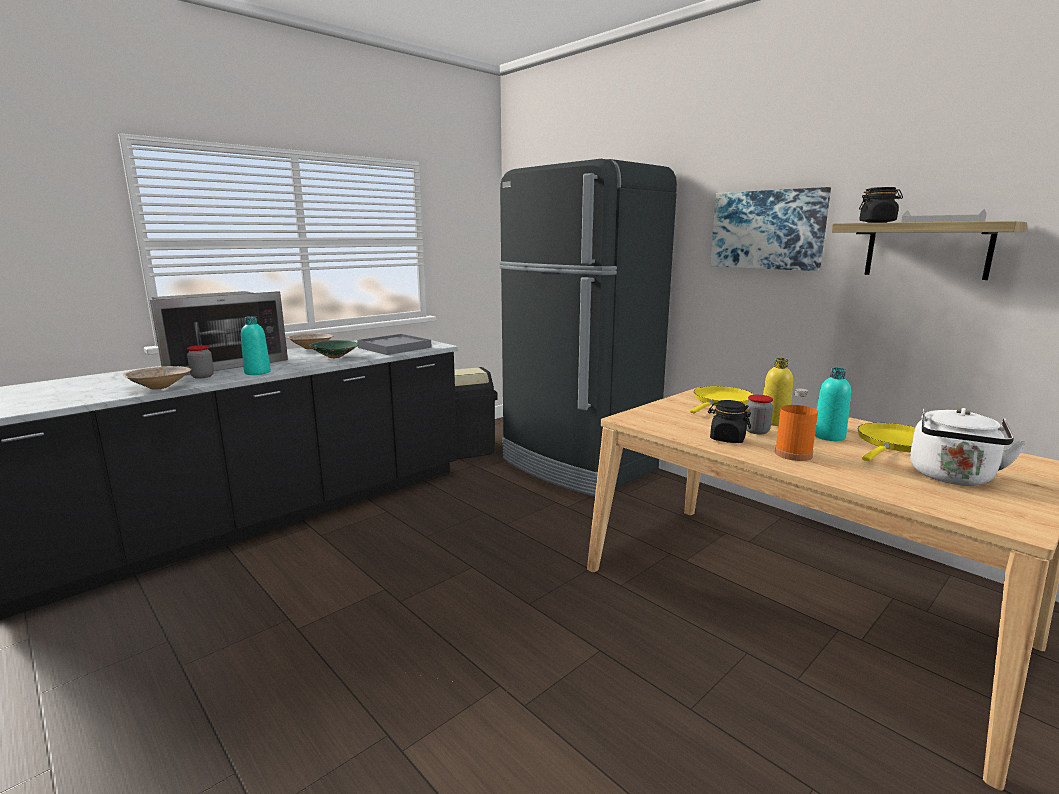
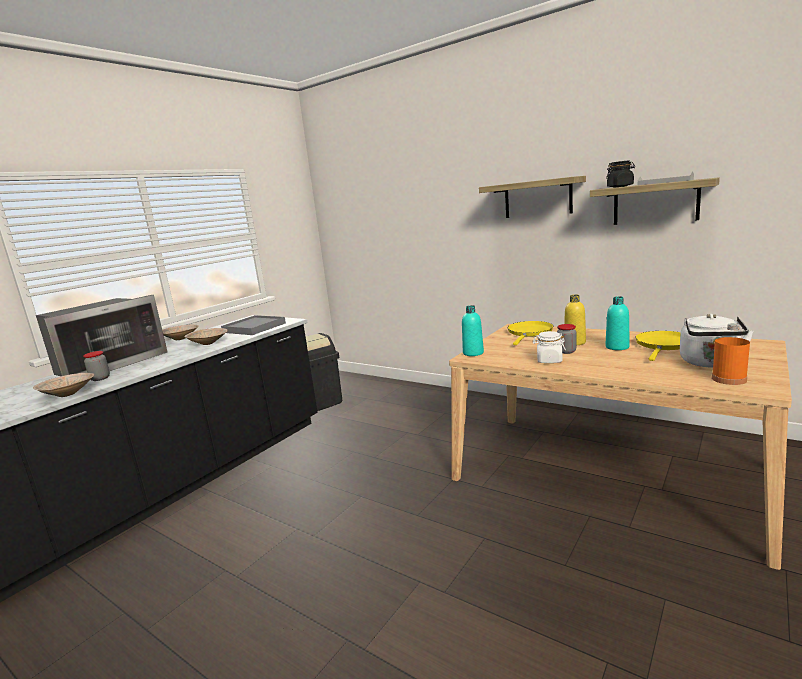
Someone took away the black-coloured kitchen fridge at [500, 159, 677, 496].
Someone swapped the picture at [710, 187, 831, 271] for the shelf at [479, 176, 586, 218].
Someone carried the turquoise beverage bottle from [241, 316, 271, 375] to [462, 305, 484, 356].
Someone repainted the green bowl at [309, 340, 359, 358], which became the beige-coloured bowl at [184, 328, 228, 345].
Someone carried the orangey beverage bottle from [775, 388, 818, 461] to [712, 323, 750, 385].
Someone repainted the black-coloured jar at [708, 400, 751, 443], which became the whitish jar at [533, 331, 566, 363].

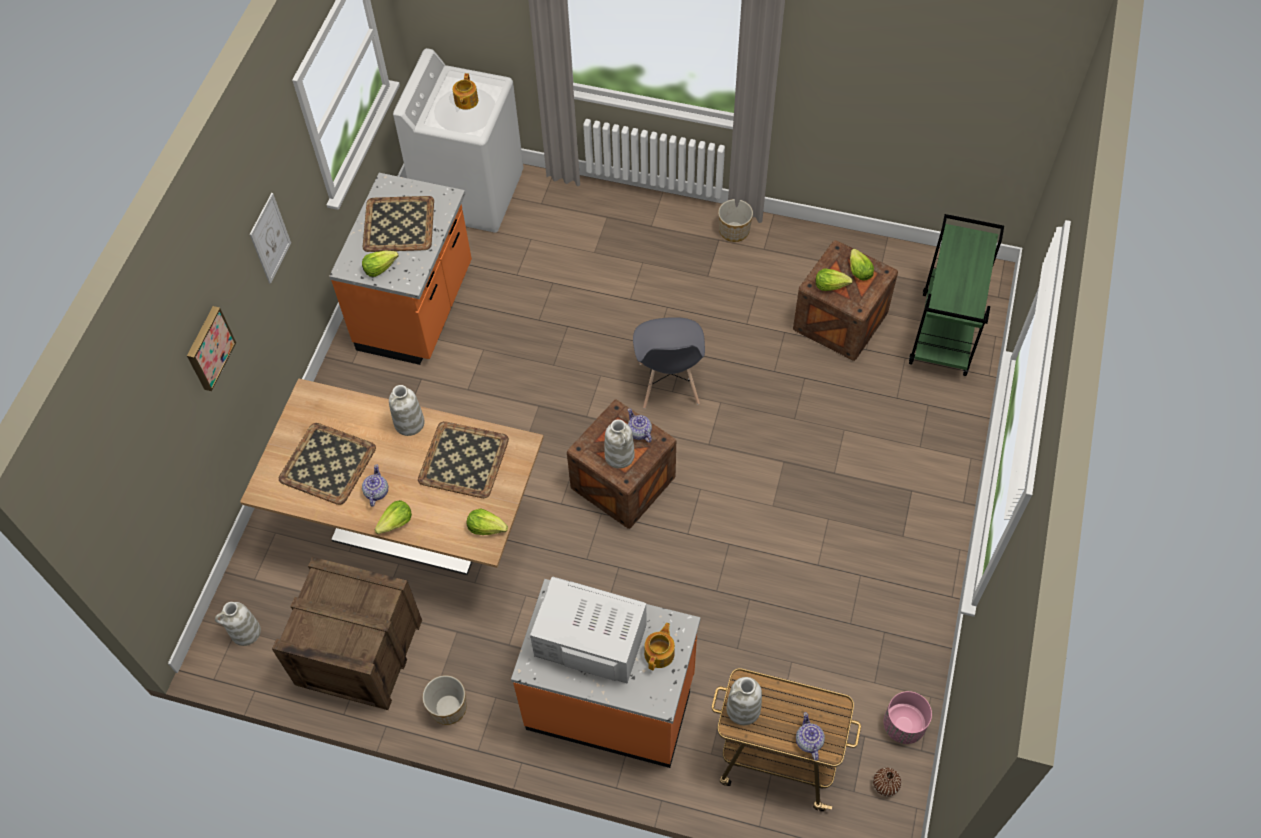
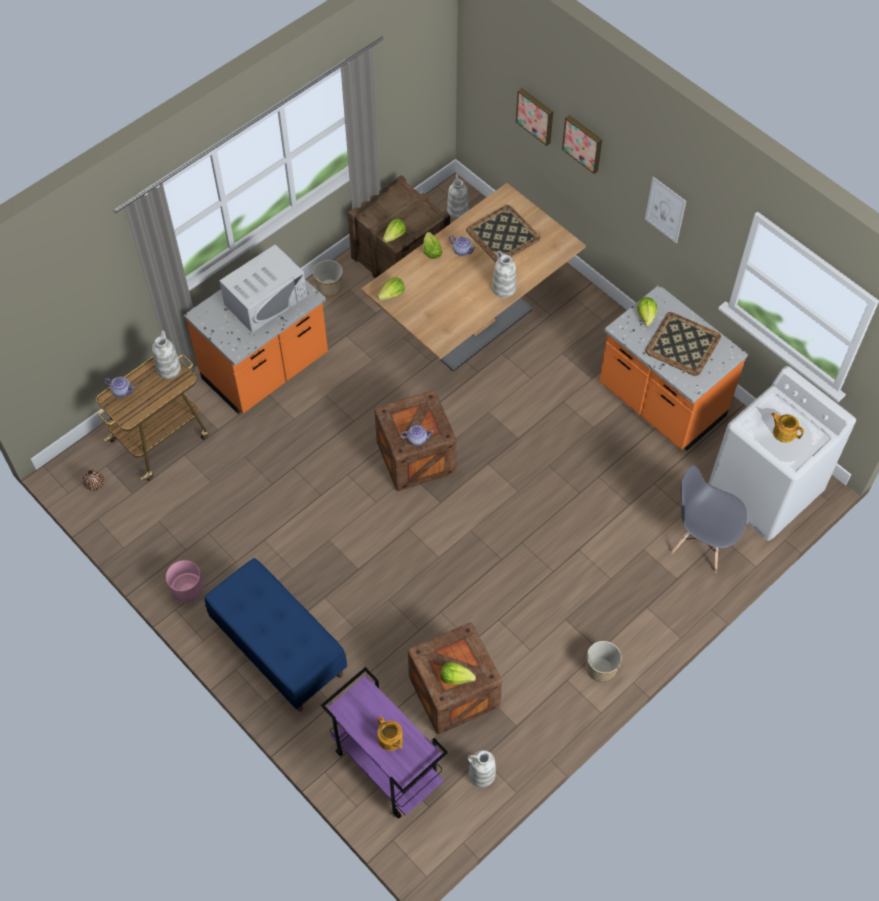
Someone repainted the green cart at [909, 214, 1004, 376], which became the purple cart at [321, 667, 448, 818].
Someone carried the lettuce from [816, 268, 853, 291] to [382, 219, 406, 243].
Someone carried the gray chair from [633, 317, 705, 409] to [670, 465, 747, 573].
Someone carried the whitish decorative vase from [604, 419, 635, 469] to [467, 750, 496, 787].
Someone took away the tray at [418, 421, 509, 498].
Someone carried the tea pot from [644, 623, 675, 670] to [377, 716, 403, 751].
Someone carried the pink flower pot from [883, 691, 932, 744] to [166, 560, 204, 603].
Someone put up the picture at [516, 88, 553, 146].
Someone put down the bluish bench at [204, 558, 347, 712].

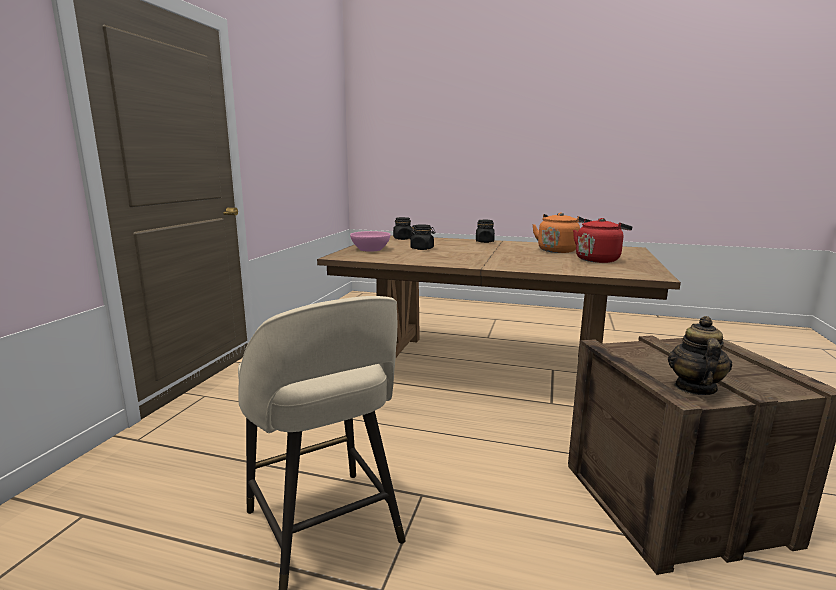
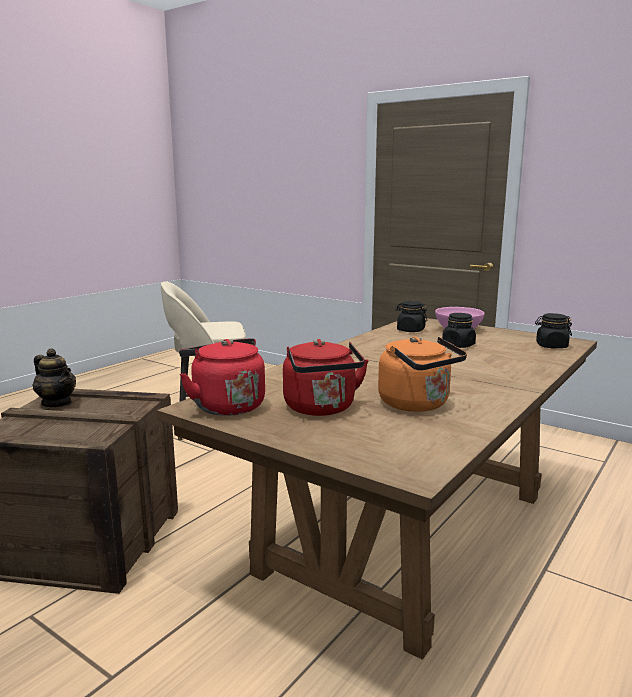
Someone carried the black-coloured jar from [476, 220, 495, 243] to [396, 301, 427, 332].
Someone put down the red water kettle at [179, 338, 265, 416].

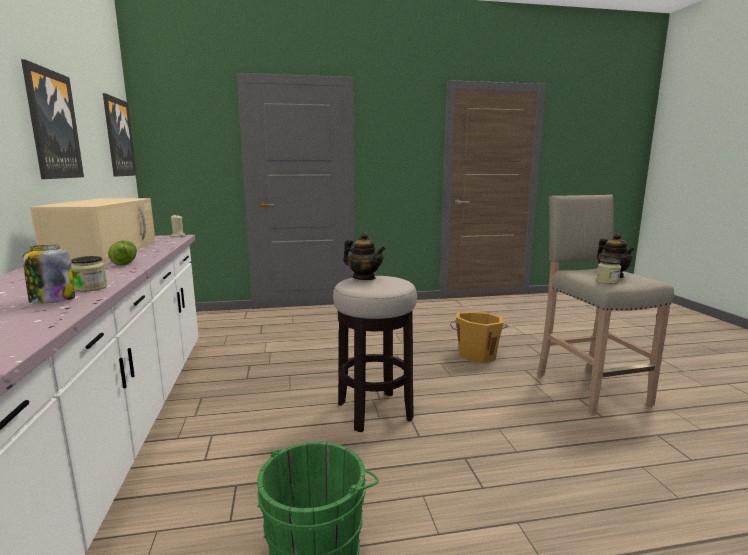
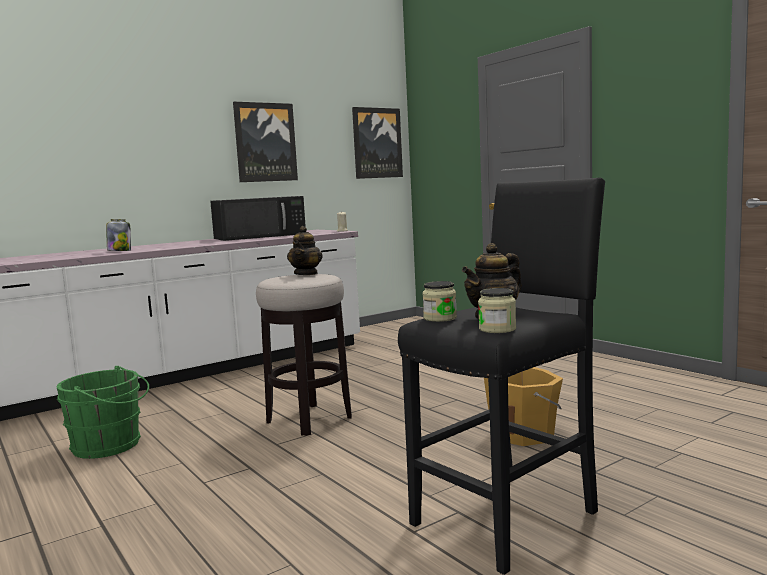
Someone repainted the beige-coloured sitting stool at [538, 195, 674, 415], which became the black-coloured sitting stool at [398, 178, 605, 575].
Someone repainted the beige-coloured microwave oven at [30, 198, 156, 262], which became the black-coloured microwave oven at [210, 196, 306, 241].
Someone took away the lettuce at [108, 240, 137, 265].
Someone carried the jar from [71, 256, 108, 292] to [478, 288, 516, 333].

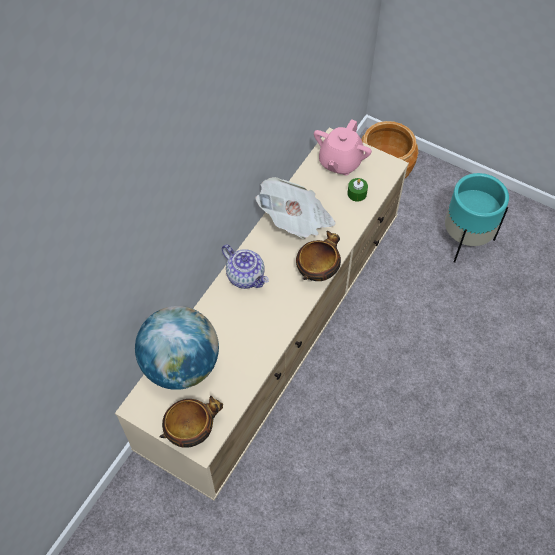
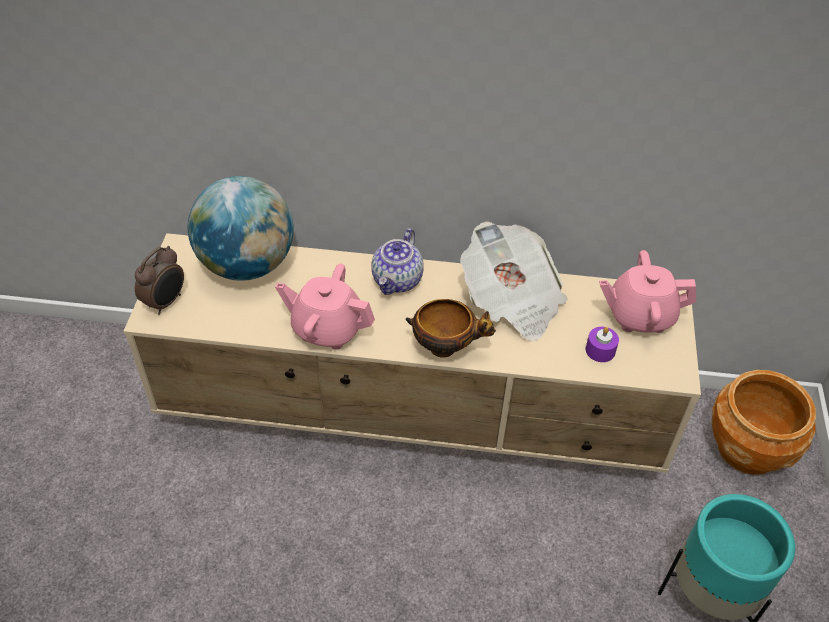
Someone repainted the green candle at [347, 178, 368, 202], which became the purple candle at [586, 327, 619, 362].
Someone swapped the bowl at [159, 396, 223, 448] for the alarm clock at [135, 246, 184, 315].
Someone put down the pink tea pot at [275, 264, 375, 350].

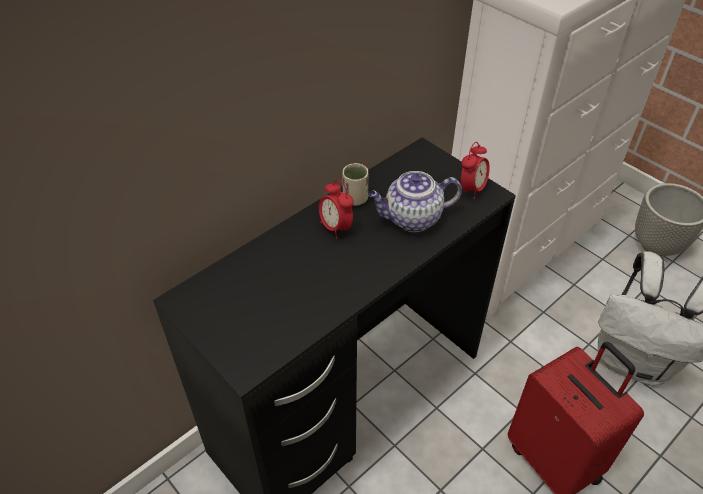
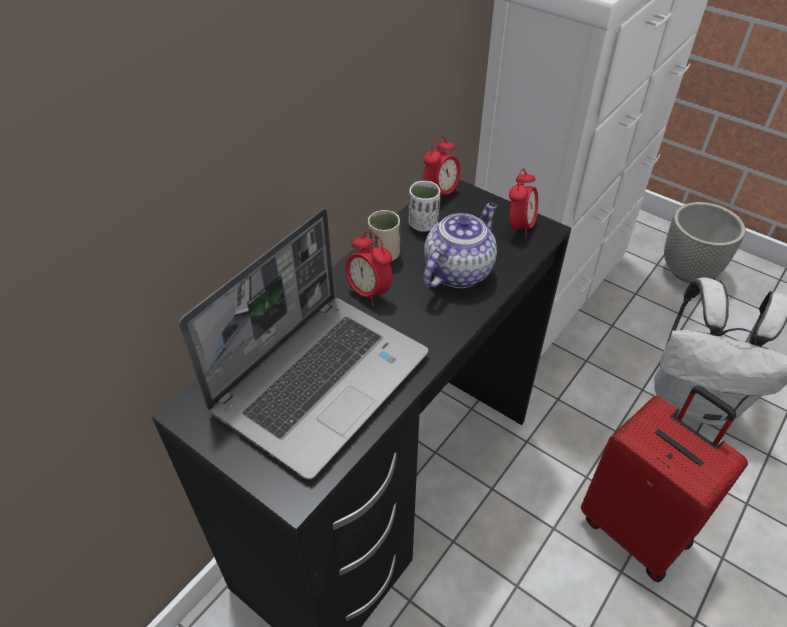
Someone rotated the tea pot at [367, 171, 462, 232] by 150 degrees clockwise.
Someone put down the alarm clock at [423, 136, 460, 204].
Someone put down the whitish cup at [409, 181, 440, 232].
Someone put down the portable computer at [179, 208, 428, 480].

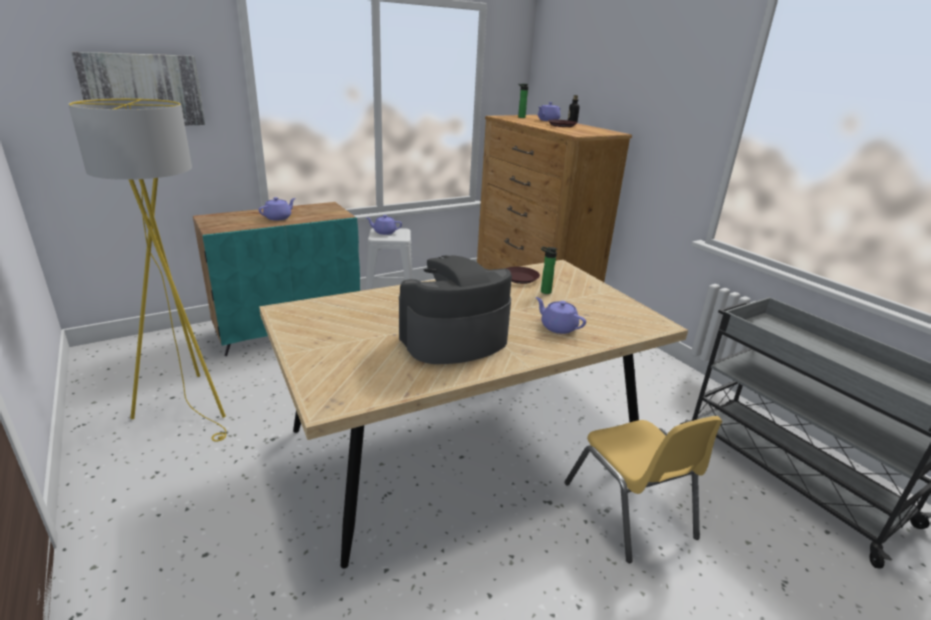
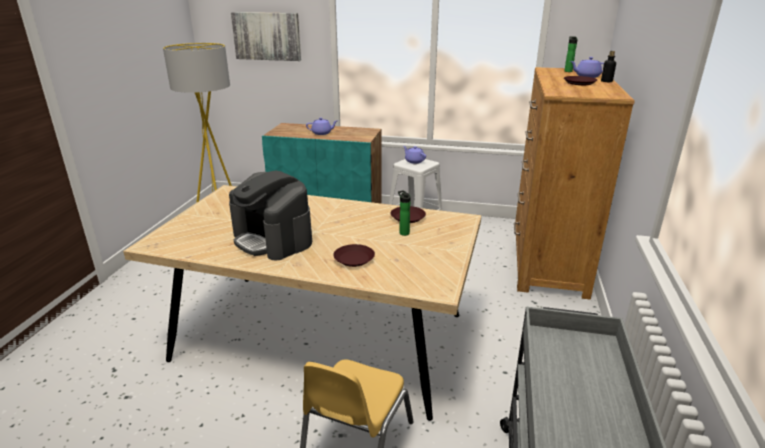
Someone rotated the coffee machine at [399, 255, 512, 364] by 150 degrees counterclockwise.
Someone swapped the purple tea pot at [536, 297, 586, 334] for the brownish plate at [333, 244, 375, 267].

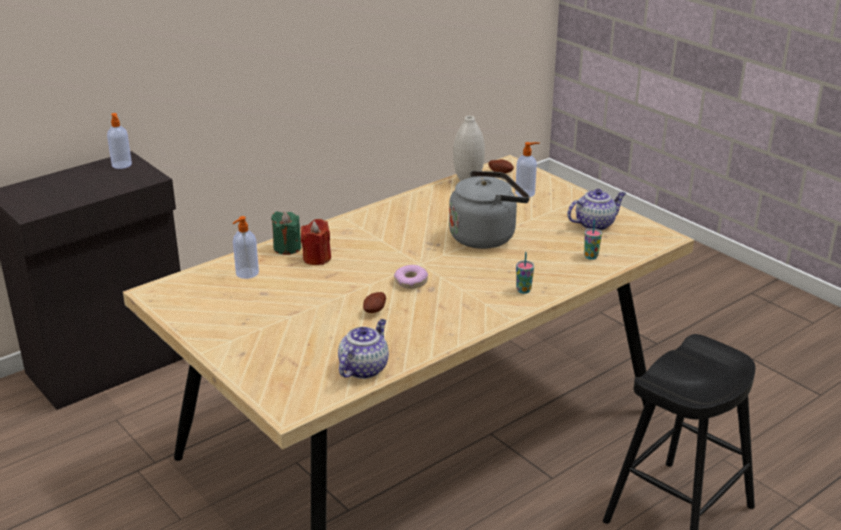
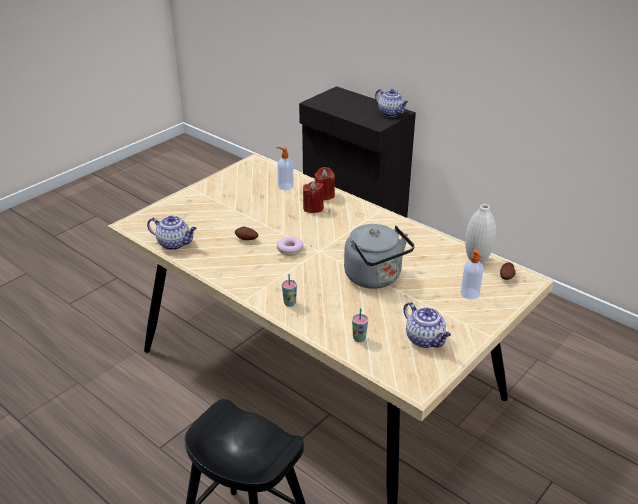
Someone swapped the soap bottle at [107, 113, 132, 169] for the tea pot at [375, 89, 408, 117].
Someone repainted the green candle at [271, 211, 301, 255], which became the red candle at [314, 167, 335, 200].

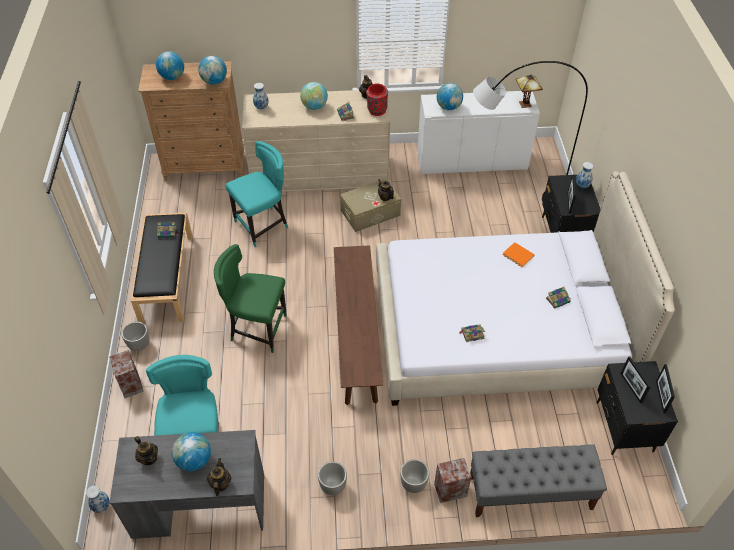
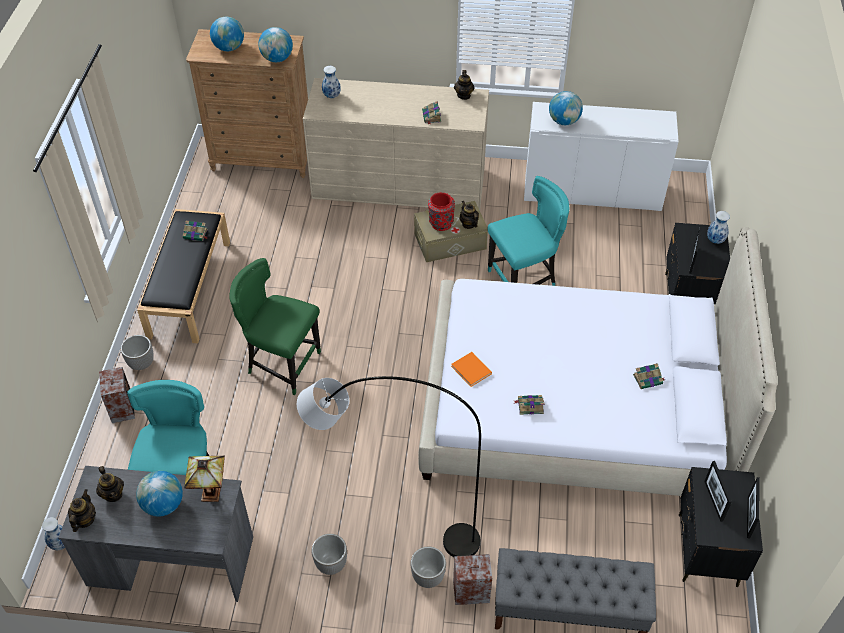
Someone carried the gray standing lamp from [473, 61, 588, 202] to [297, 376, 481, 557].
Someone carried the lamp for a table from [515, 75, 543, 108] to [184, 456, 225, 502].
Someone took away the world globe at [300, 82, 328, 110].
Someone carried the red decorative vase from [366, 83, 388, 116] to [428, 192, 455, 231].
Someone carried the turquoise chair from [225, 141, 288, 247] to [488, 176, 569, 286].
Someone carried the orangey volume from [503, 242, 535, 267] to [451, 352, 492, 387].
Someone took away the brownish bench at [334, 245, 383, 405].
Someone carried the tea pot from [207, 458, 231, 496] to [68, 489, 96, 532].

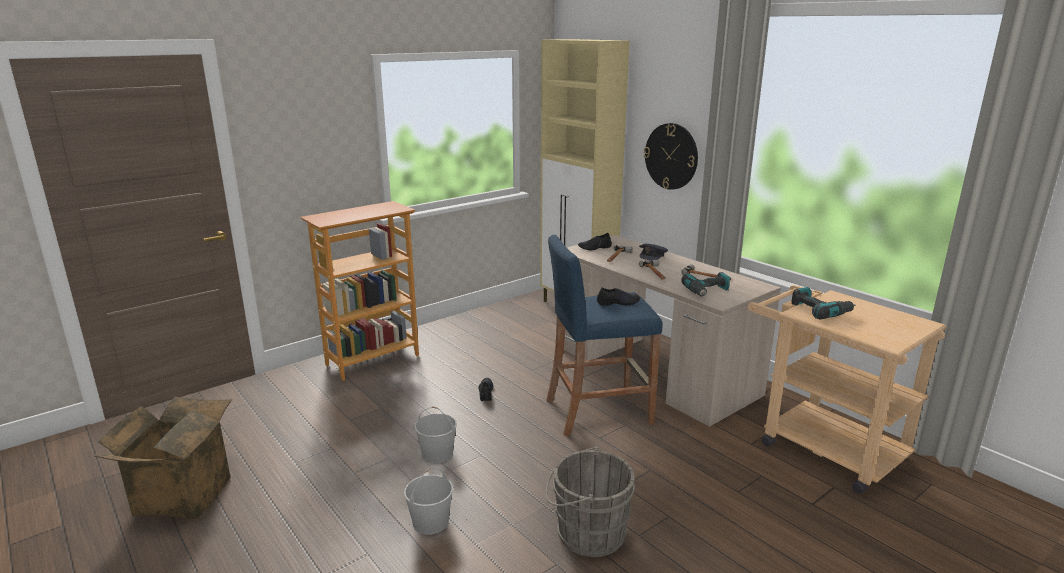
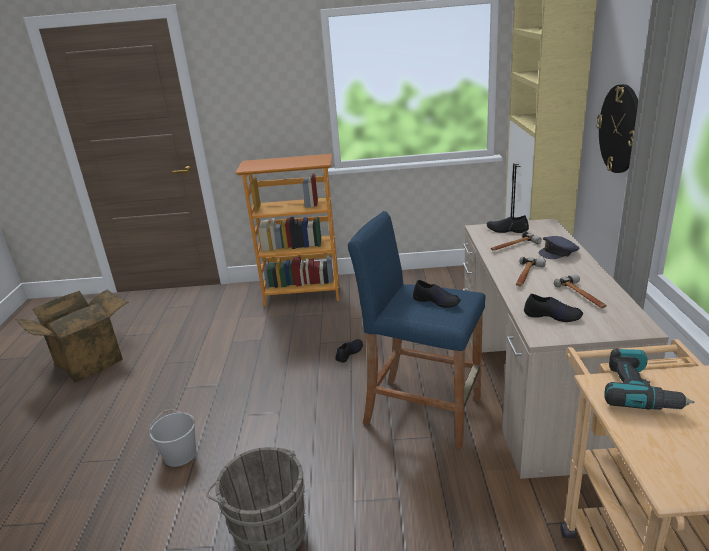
Someone swapped the drill at [681, 272, 730, 296] for the black-coloured shoe at [524, 294, 583, 322].
Someone took away the whitish bucket at [415, 406, 457, 463].

